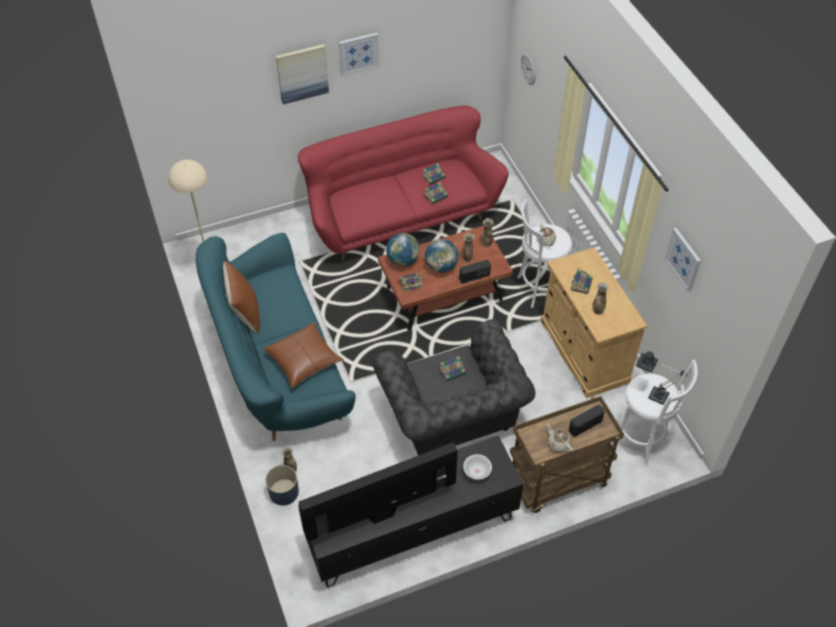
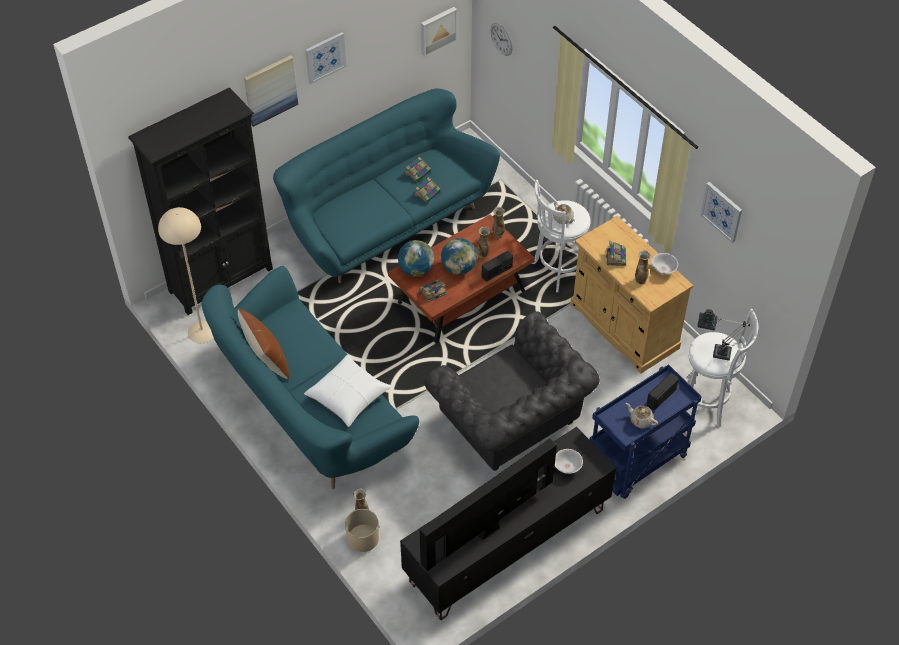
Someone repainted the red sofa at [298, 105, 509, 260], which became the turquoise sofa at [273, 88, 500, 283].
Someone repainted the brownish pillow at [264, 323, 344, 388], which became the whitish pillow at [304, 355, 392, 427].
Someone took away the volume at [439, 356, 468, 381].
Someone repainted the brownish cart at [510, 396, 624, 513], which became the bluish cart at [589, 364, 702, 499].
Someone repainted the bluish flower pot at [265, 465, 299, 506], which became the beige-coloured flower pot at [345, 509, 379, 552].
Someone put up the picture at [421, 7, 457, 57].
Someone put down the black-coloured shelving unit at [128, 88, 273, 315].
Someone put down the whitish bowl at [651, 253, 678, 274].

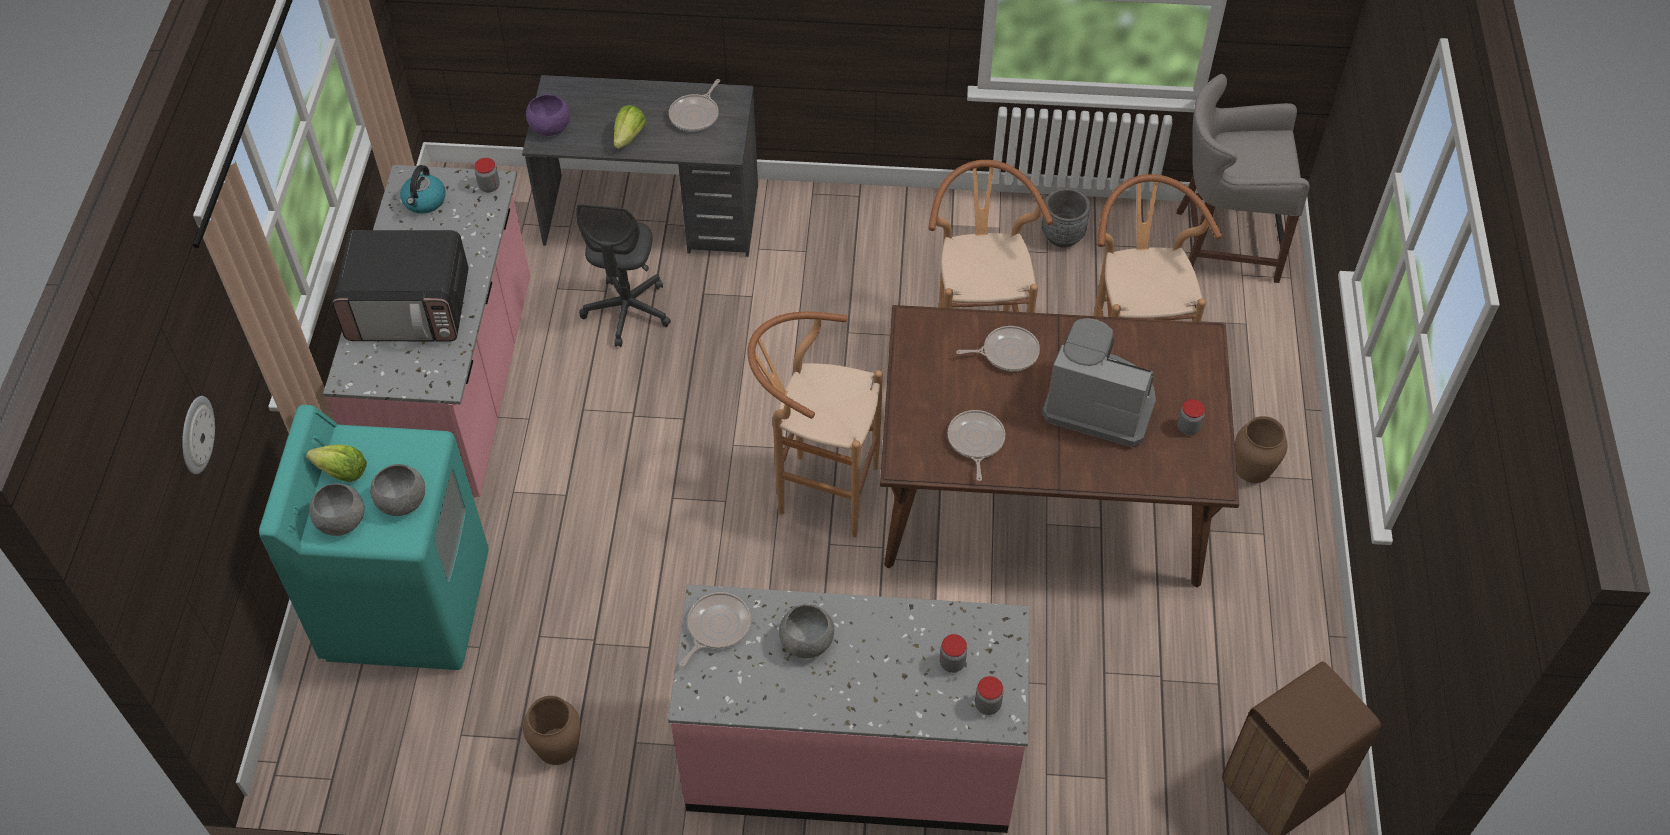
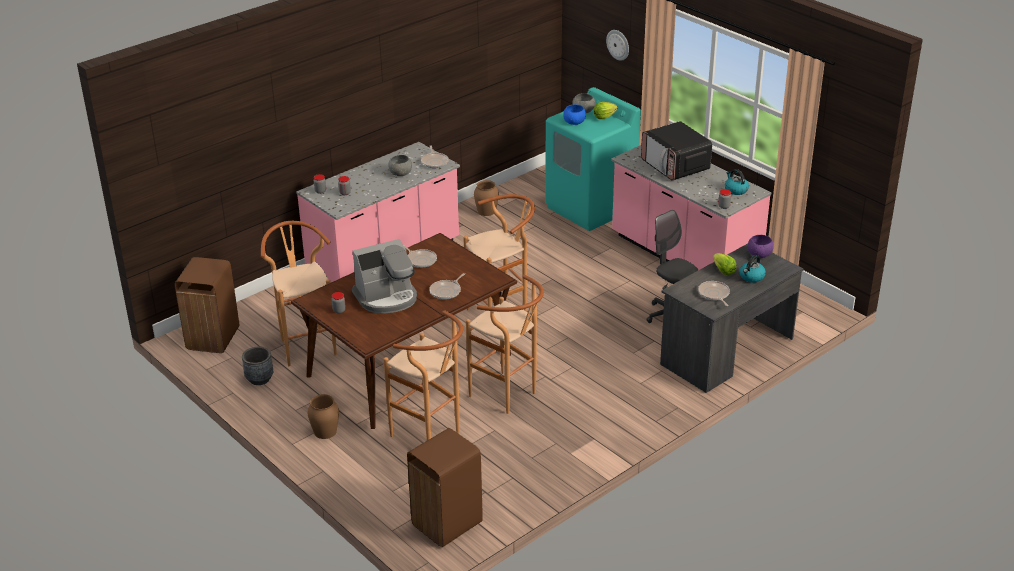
Someone swapped the gray sitting stool at [1176, 74, 1309, 283] for the brownish rubbish bin at [407, 428, 483, 547].
Someone carried the gray flower pot from [1042, 188, 1090, 247] to [242, 346, 273, 385].
Someone rotated the microwave oven at [332, 230, 469, 341] by 75 degrees counterclockwise.
Someone repainted the gray bowl at [370, 464, 425, 516], which became the bluish bowl at [563, 105, 586, 125].
Someone put down the brownish sitting stool at [261, 221, 337, 366].
Someone put down the water kettle at [739, 255, 766, 283].

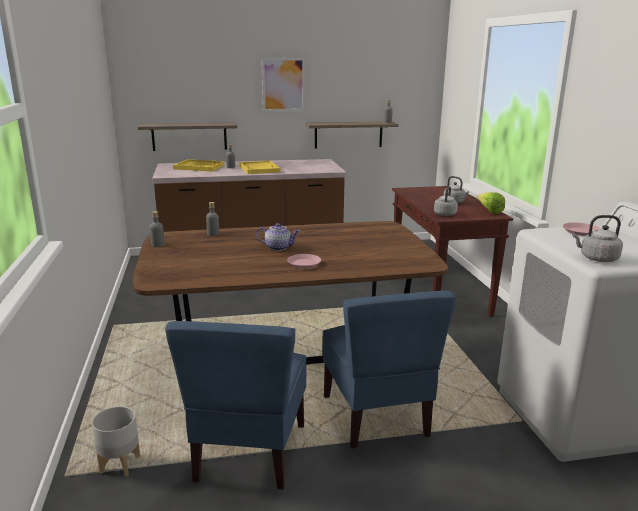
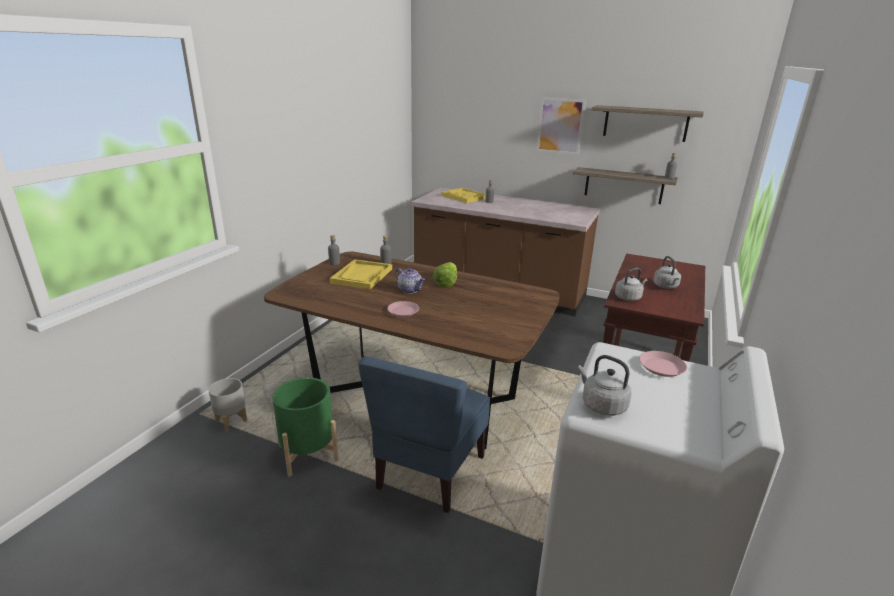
Someone carried the shelf from [138, 122, 237, 151] to [592, 105, 704, 142].
Someone carried the yellow-coloured tray from [239, 161, 280, 174] to [330, 259, 392, 289].
Someone carried the lettuce from [477, 192, 505, 214] to [433, 262, 457, 288].
Someone swapped the bluish chair at [165, 321, 307, 490] for the green flower pot at [272, 377, 339, 477].

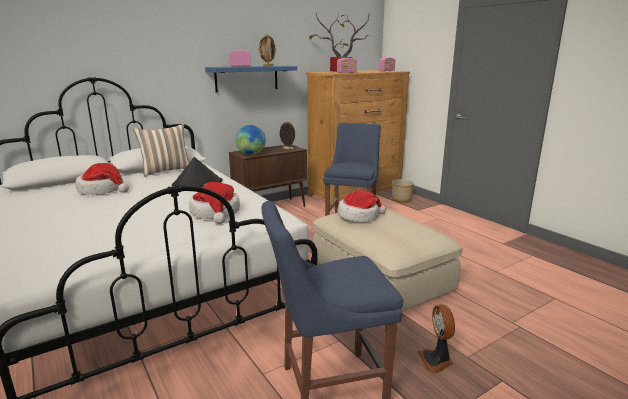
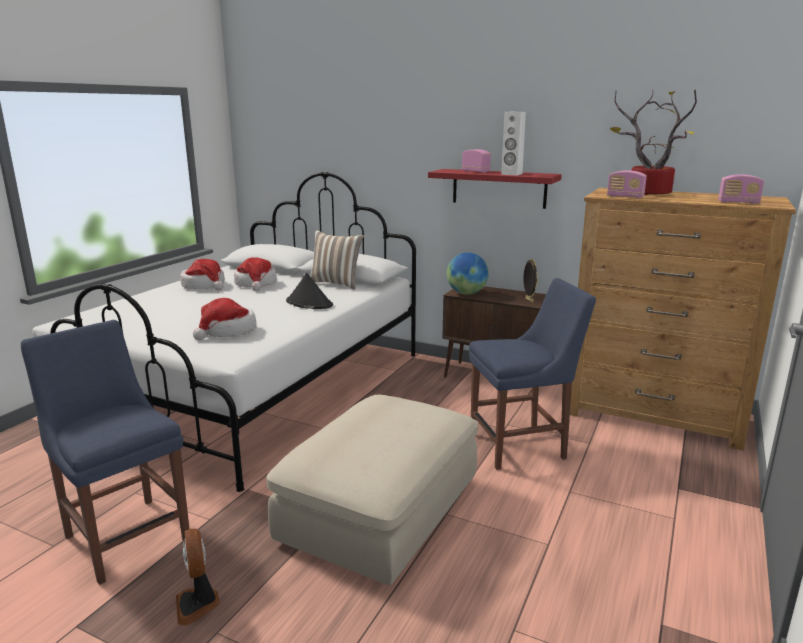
Someone swapped the standing frame at [259, 34, 277, 66] for the whitish loudspeaker at [501, 112, 526, 175].
Someone repainted the bluish shelf at [205, 66, 297, 92], which became the red shelf at [428, 169, 562, 209].
Someone took away the flower pot at [392, 179, 414, 202].
Someone carried the clothing hat from [338, 190, 386, 222] to [180, 259, 225, 290].
Someone rotated the cooling fan at [418, 304, 455, 373] by 75 degrees counterclockwise.

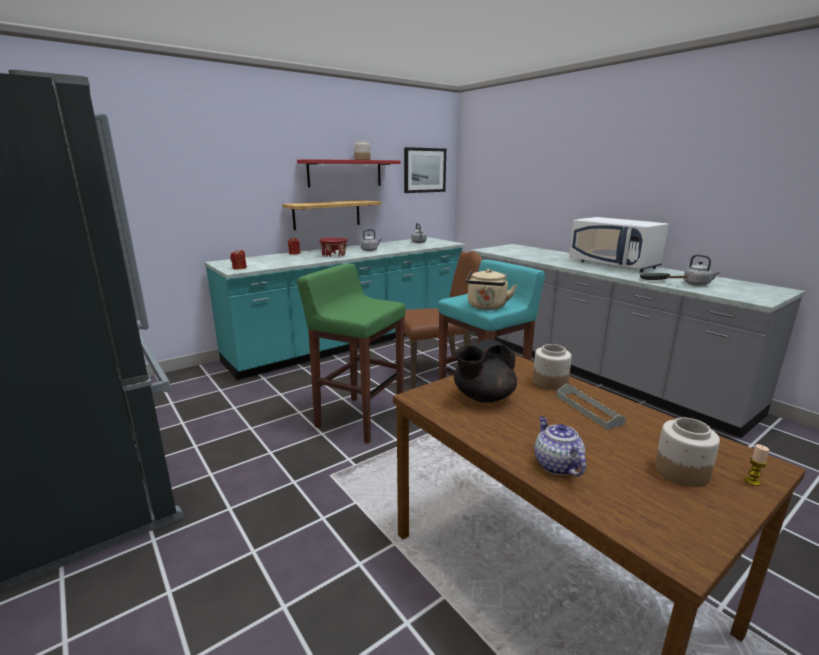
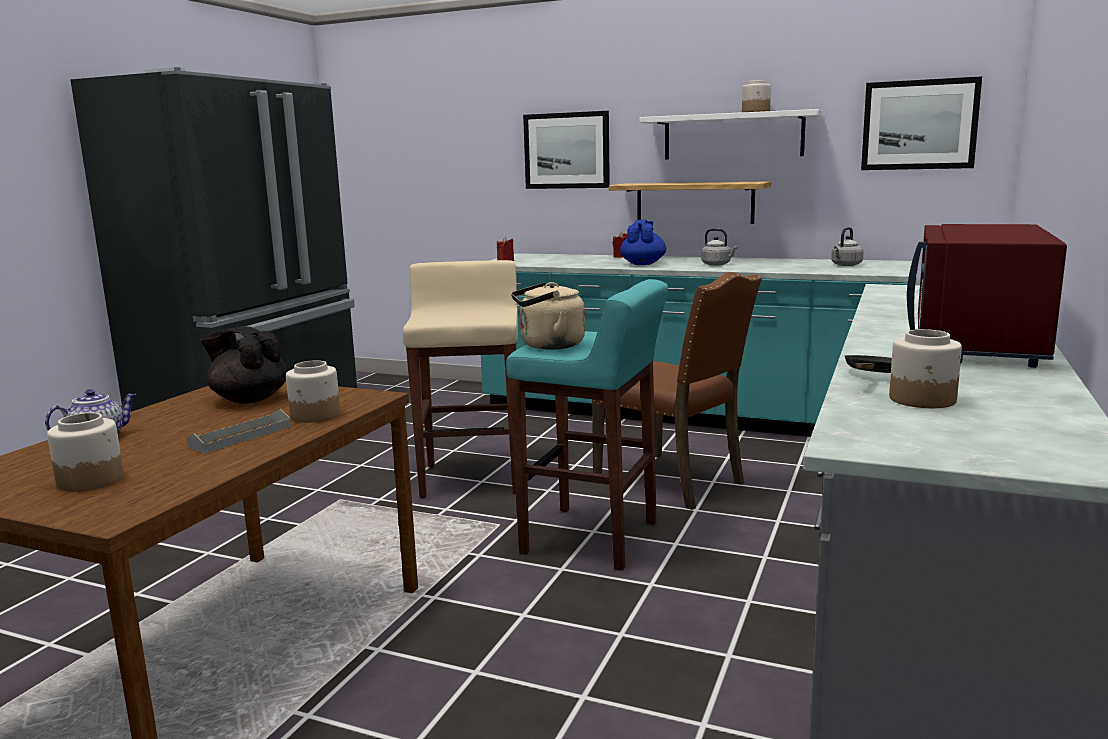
Someone repainted the red shelf at [297, 159, 401, 188], which became the whitish shelf at [640, 109, 823, 160].
Someone repainted the whitish microwave oven at [569, 217, 669, 272], which became the red microwave oven at [907, 224, 1067, 368].
Someone swapped the red bowl at [319, 237, 348, 257] for the bluish tea pot at [620, 220, 666, 265].
Someone swapped the gray water kettle at [684, 254, 720, 286] for the jar at [889, 329, 962, 408].
Someone repainted the green sitting stool at [297, 263, 405, 443], which became the beige-coloured sitting stool at [403, 260, 518, 498].
Someone took away the candle at [744, 444, 769, 486].
Someone put up the picture at [523, 111, 610, 189].

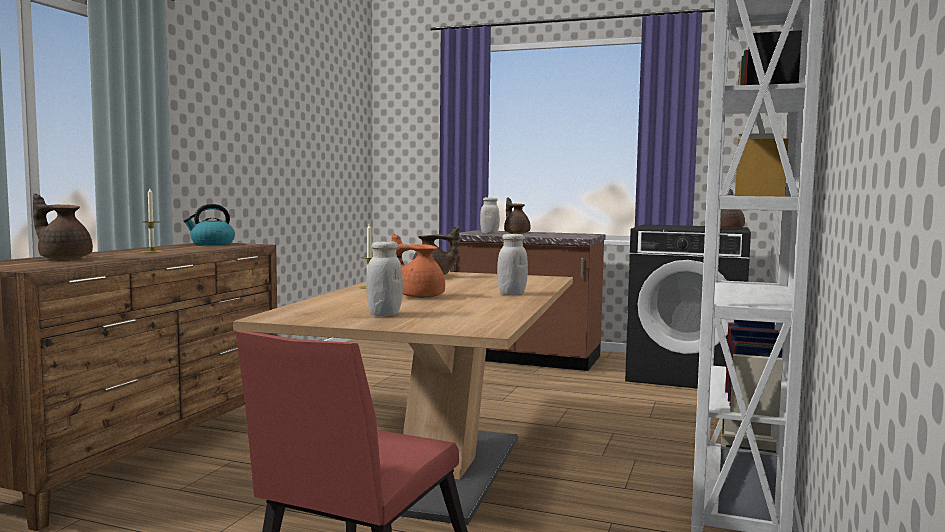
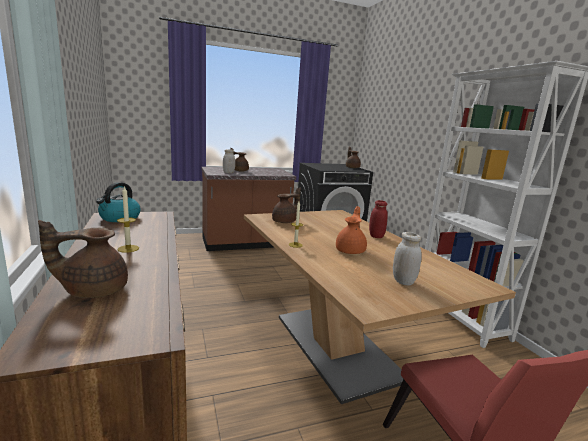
Someone rotated the orangey tea pot at [392, 233, 445, 298] by 120 degrees clockwise.
Someone repainted the whitish jar at [497, 234, 528, 295], which became the red jar at [369, 200, 388, 238].

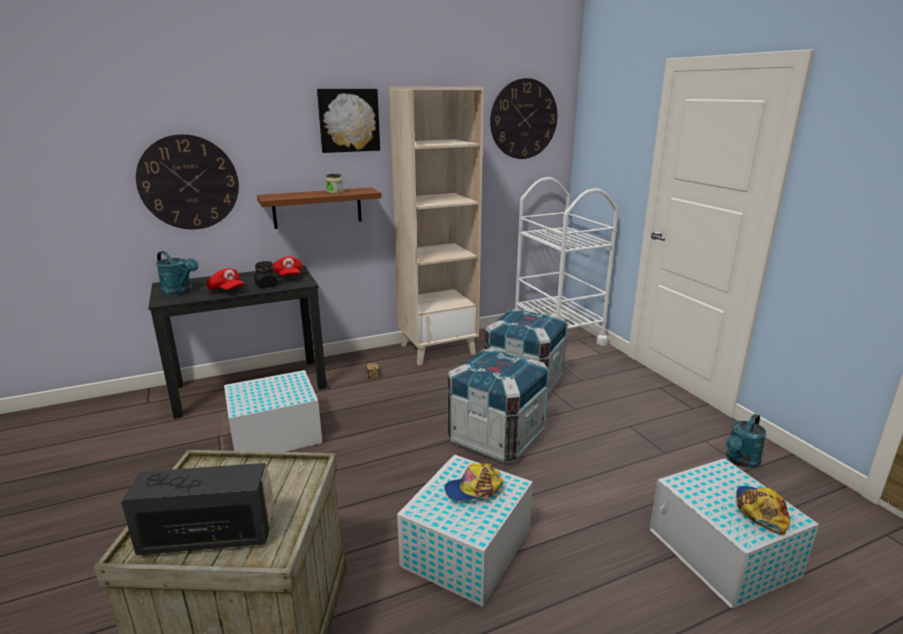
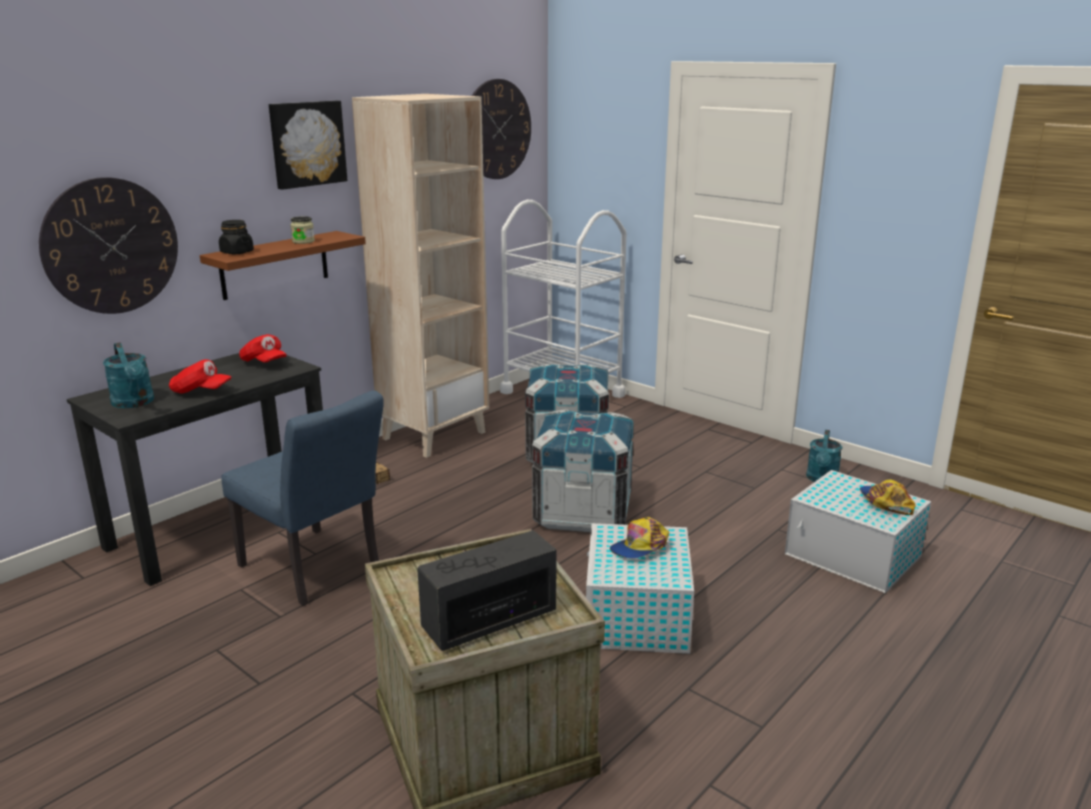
Someone rotated the turquoise sprinkling can at [156, 251, 199, 296] by 45 degrees clockwise.
Someone carried the black-coloured jar from [254, 261, 278, 288] to [219, 220, 254, 254].
Someone swapped the whitish storage container at [224, 370, 323, 452] for the bluish chair at [221, 390, 384, 606].

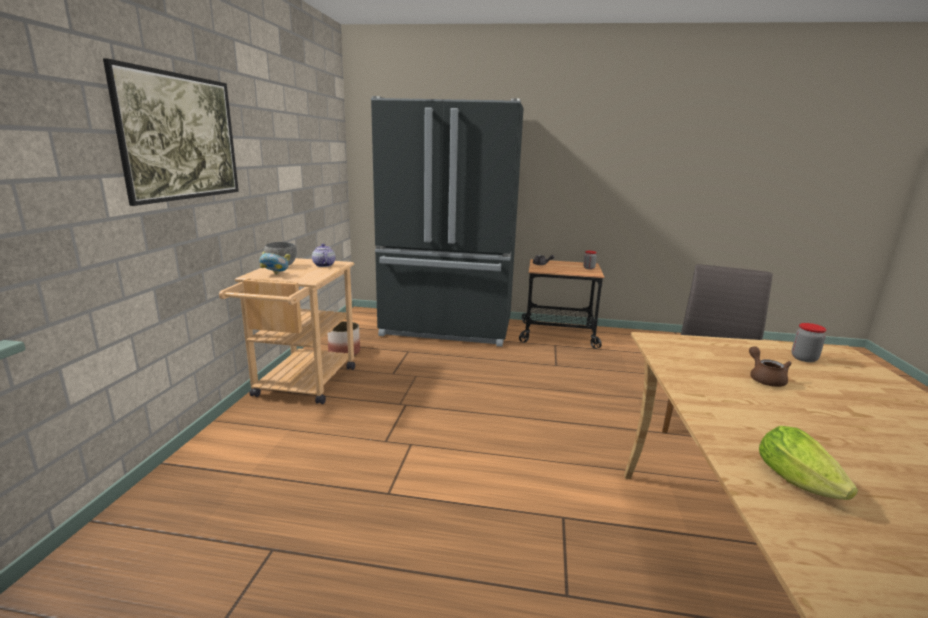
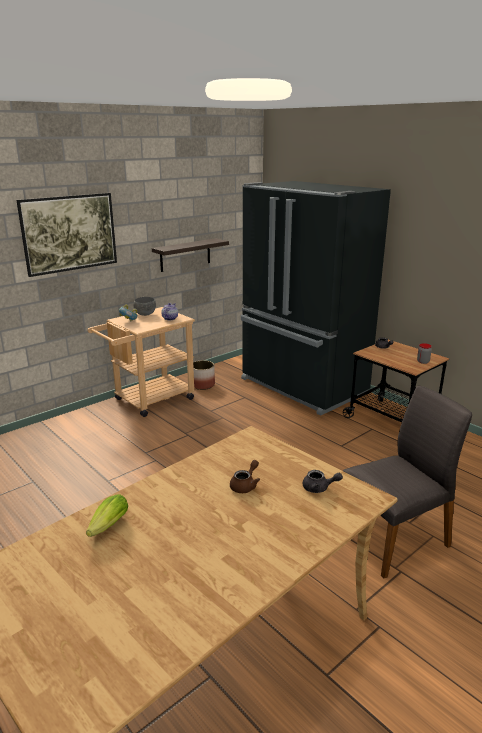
Someone swapped the jar at [792, 323, 827, 362] for the gray tea pot at [303, 470, 343, 493].
Someone put up the shelf at [152, 238, 229, 272].

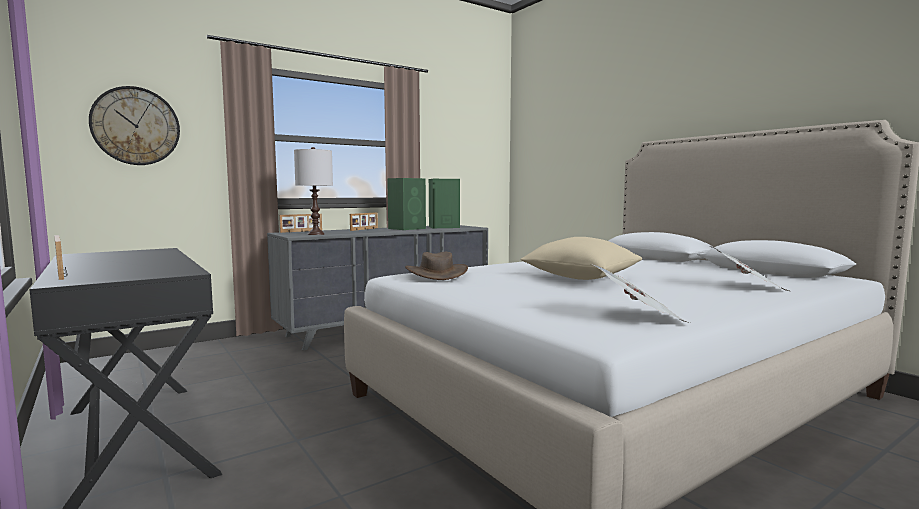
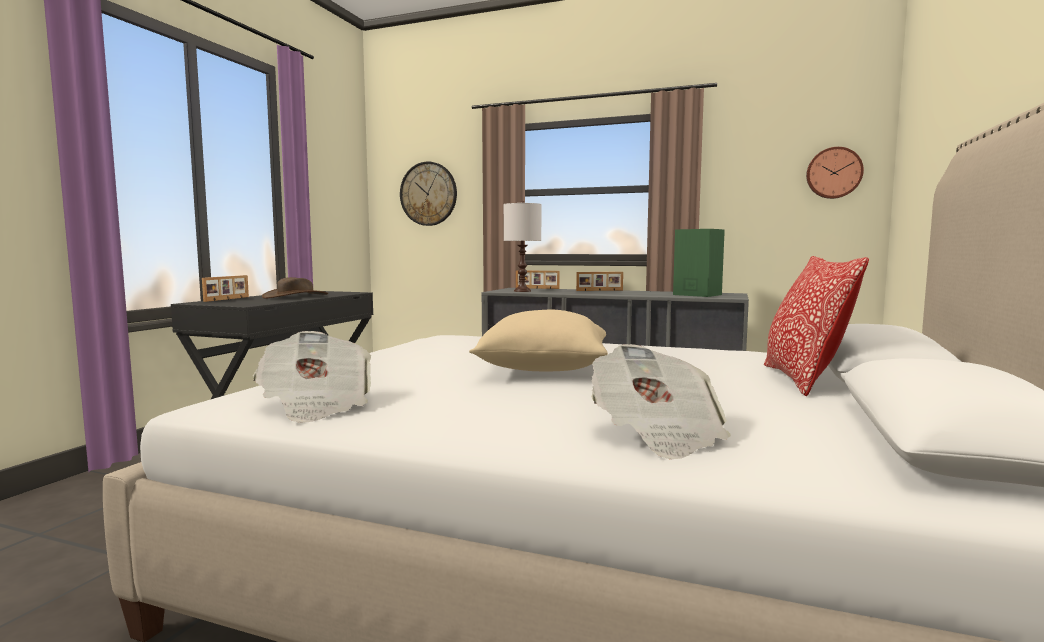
Someone took away the green loudspeaker at [387, 178, 426, 230].
Someone carried the brownish clothing hat from [405, 252, 468, 280] to [262, 277, 328, 299].
Someone put up the clock on the wall at [806, 147, 864, 199].
Someone put down the pillow at [764, 256, 869, 396].

